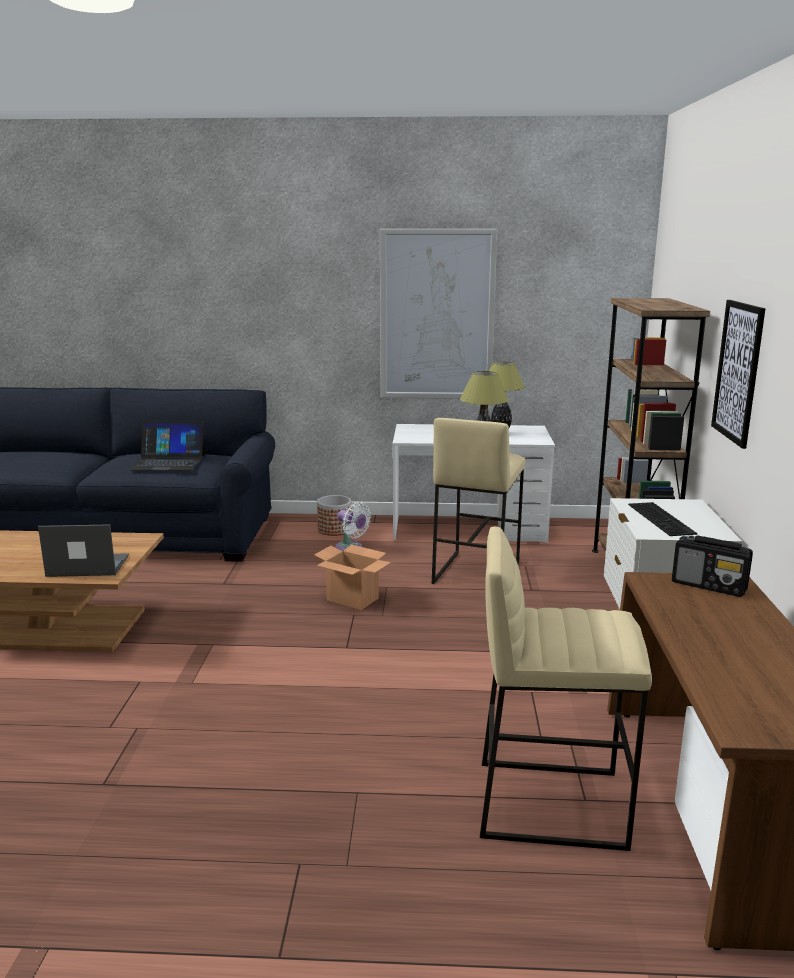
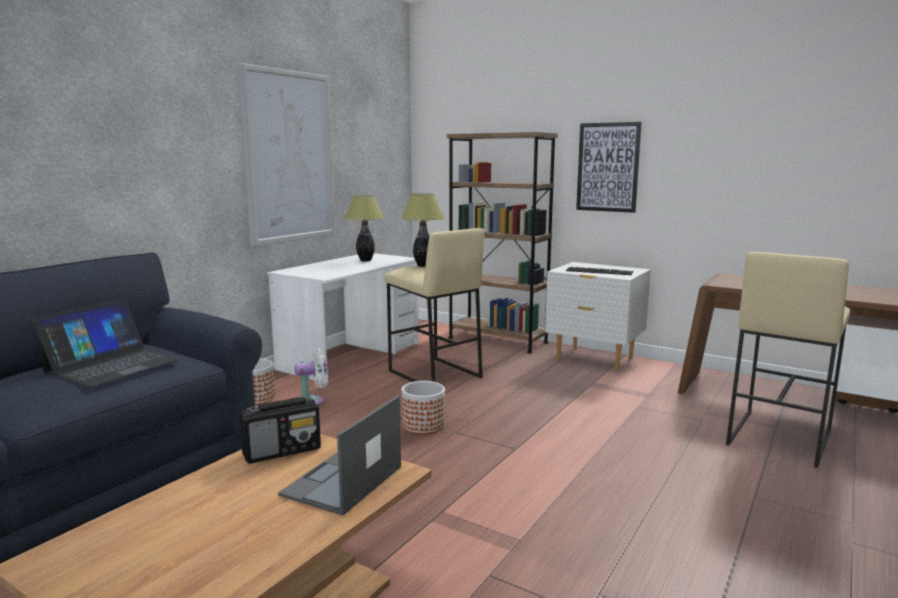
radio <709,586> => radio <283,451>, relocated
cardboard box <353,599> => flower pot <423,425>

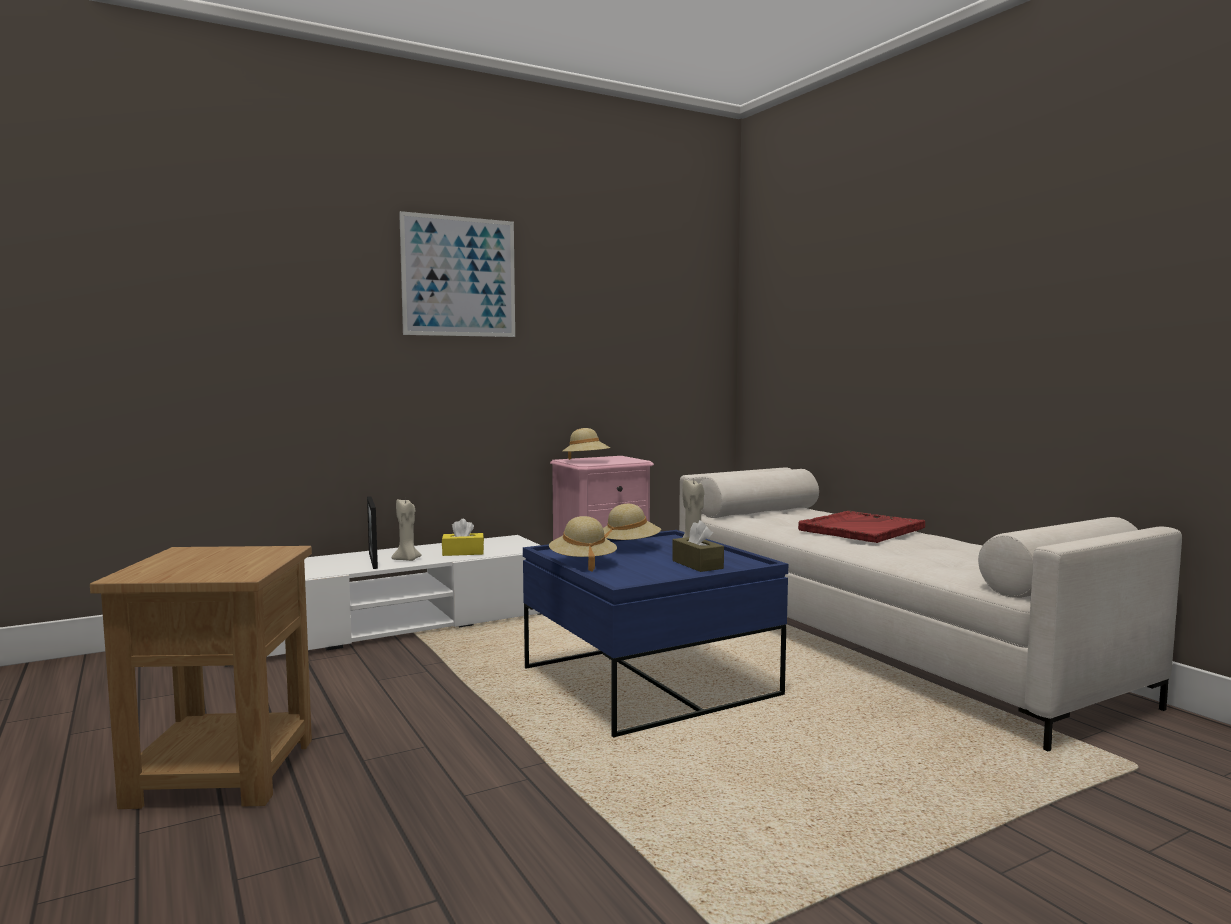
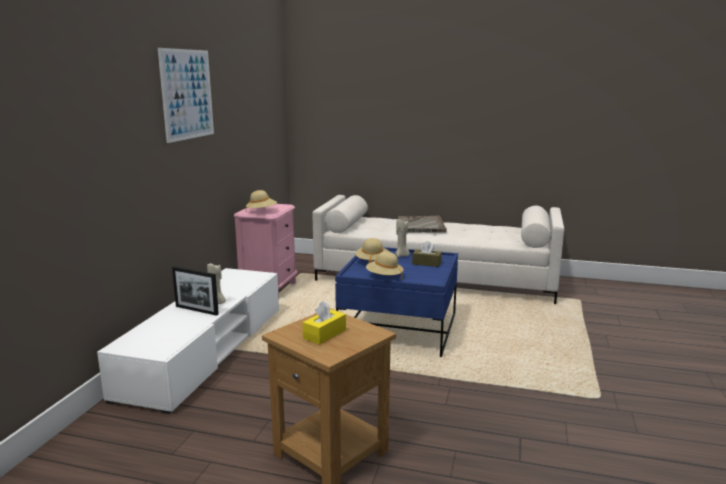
tissue holder (yellowish) <463,552> => tissue holder (yellowish) <324,334>, relocated
carrying tray (reddish) <861,529> => carrying tray (gray) <421,225>

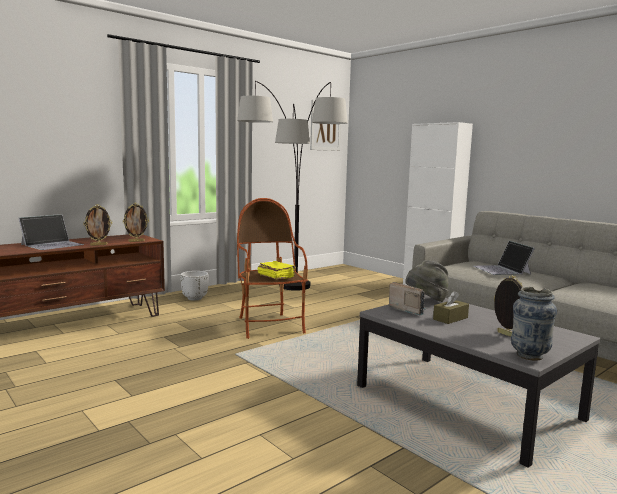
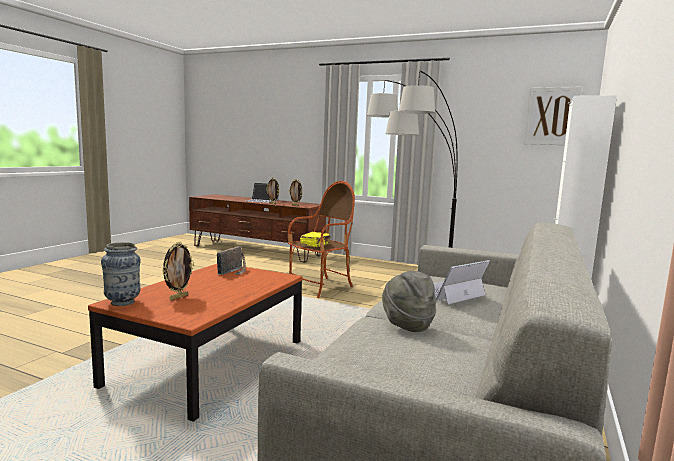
coffee table (gray) <466,402> => coffee table (brown) <209,362>
wearable hat (gray) <426,301> => wearable hat (gray) <406,324>, relocated
flower pot (white-coloured) <195,298> => nothing
tissue holder (brown) <450,318> => nothing

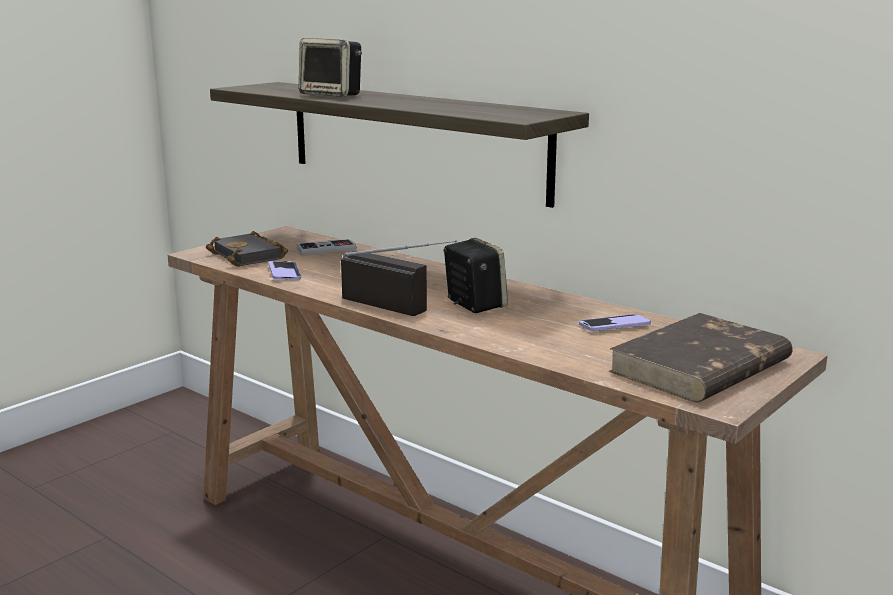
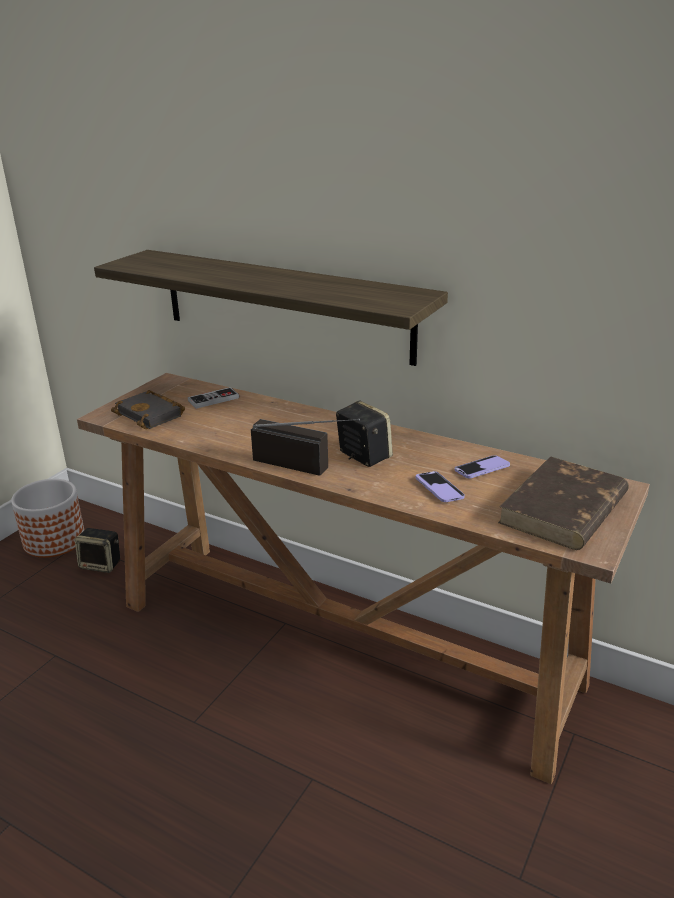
nothing => flower pot <55,540>
speaker <332,95> => speaker <102,564>, relocated
phone <284,272> => phone <439,488>, relocated

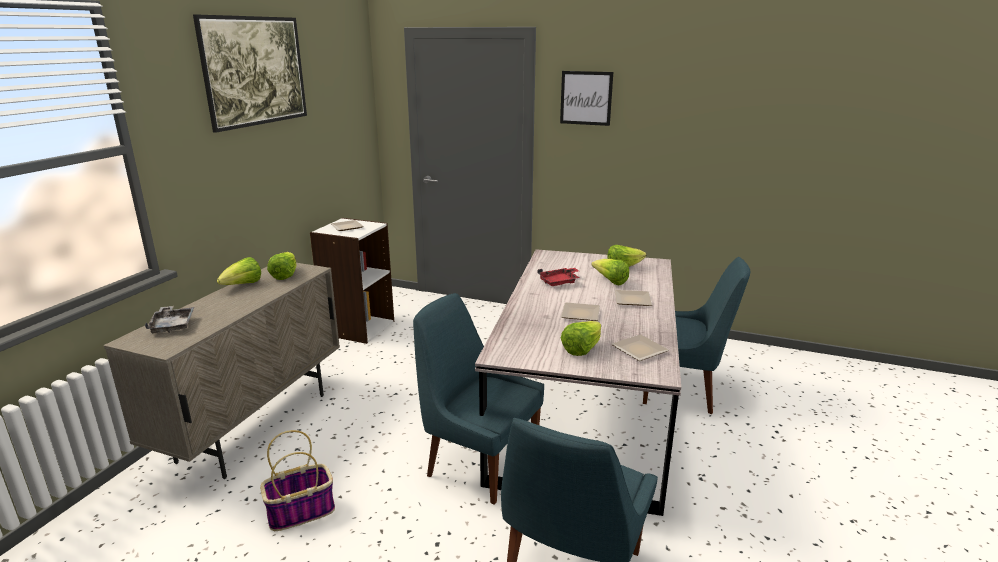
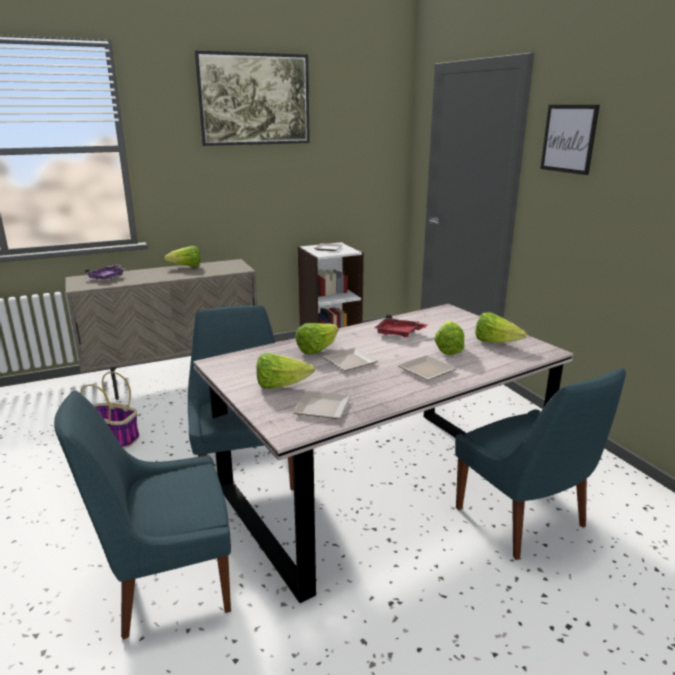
carrying tray (gray) <173,325> => carrying tray (purple-coloured) <108,277>
lettuce head <285,275> => lettuce head <317,350>, relocated

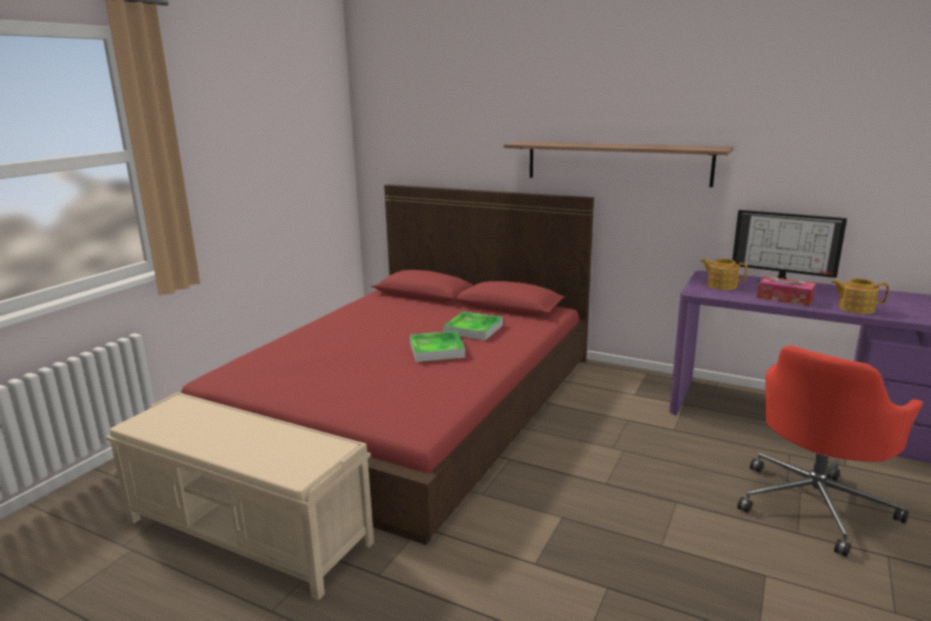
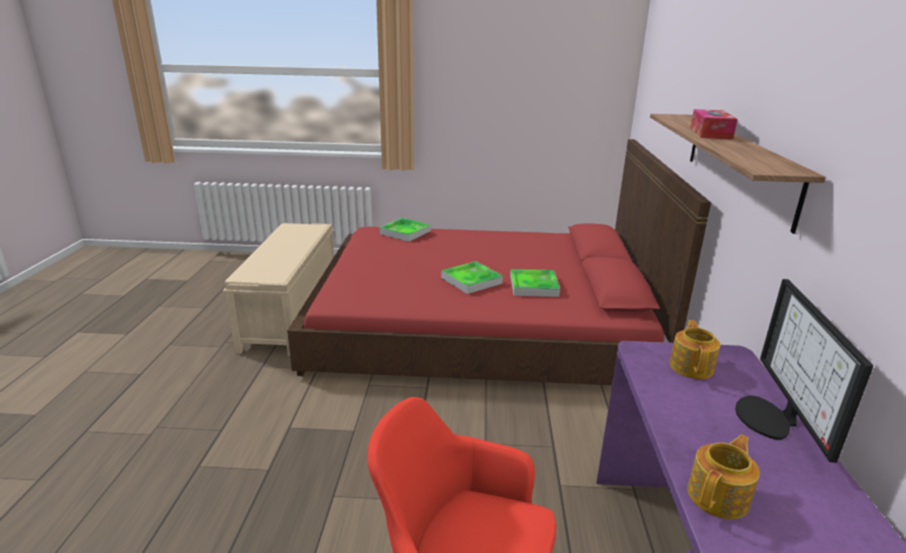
nothing => carrying tray <405,232>
tea pot <855,308> => tea pot <719,496>, 45 degrees clockwise
tissue holder <784,298> => tissue holder <710,133>, relocated

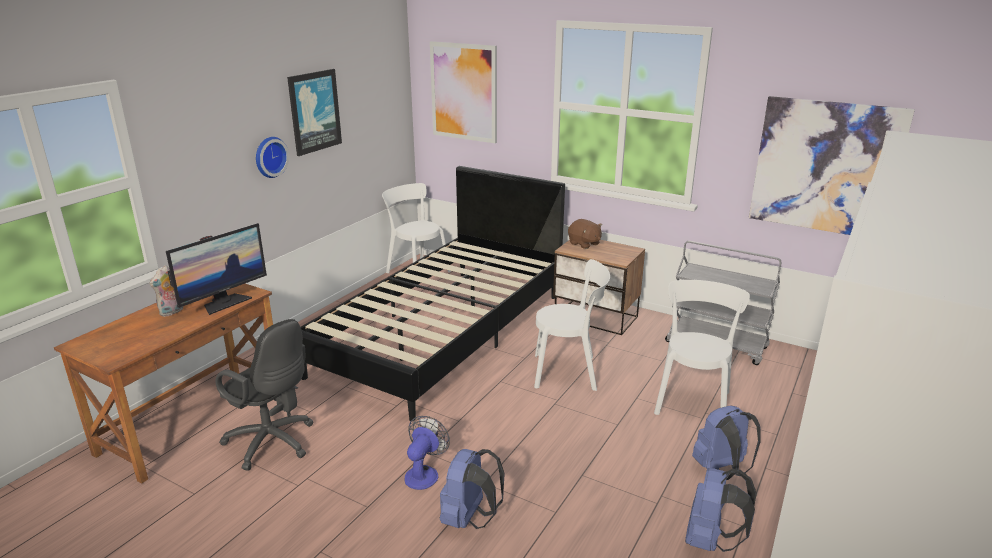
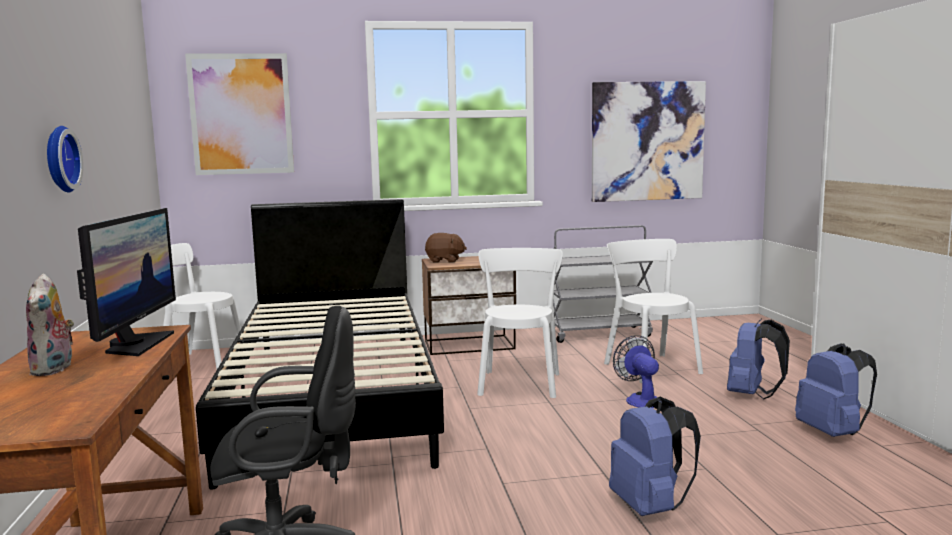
upright chair (white-coloured) <569,372> => upright chair (white-coloured) <520,382>, 45 degrees counterclockwise
cooling fan <424,473> => cooling fan <640,399>, relocated
wall picture <314,111> => nothing

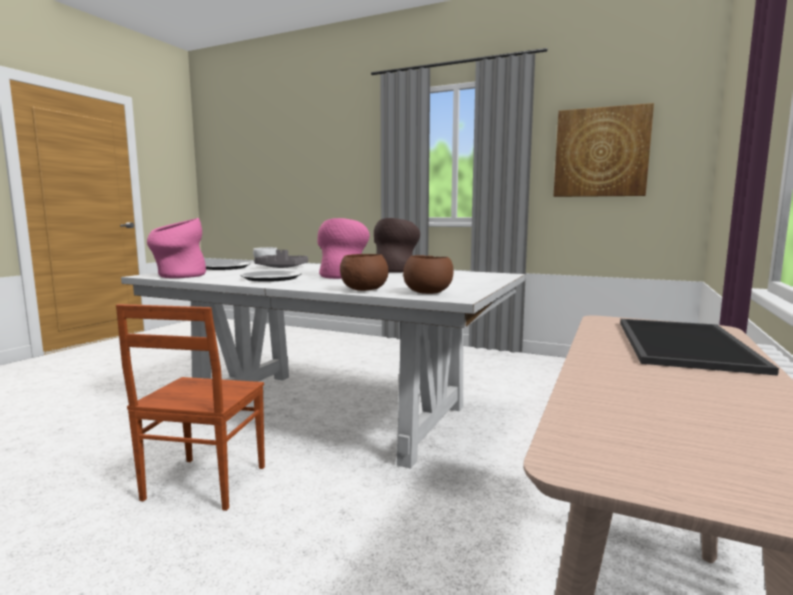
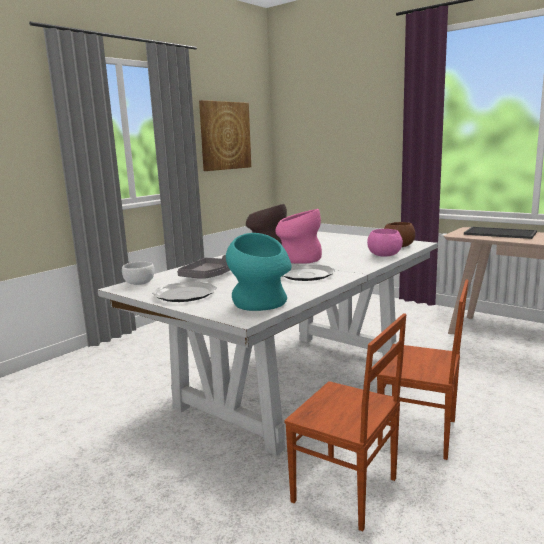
vase (pink-coloured) <177,276> => vase (blue-green) <261,305>
nothing => upright chair (brown) <346,491>
serving bowl (brown) <363,289> => serving bowl (pink-coloured) <383,255>

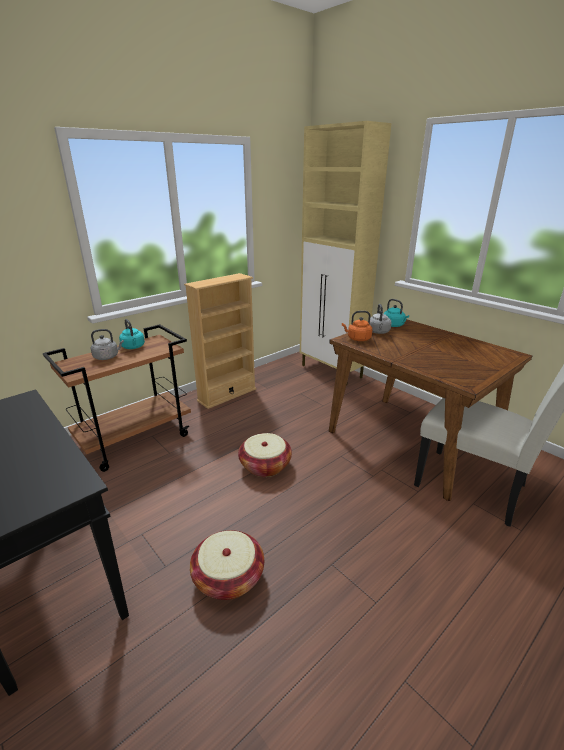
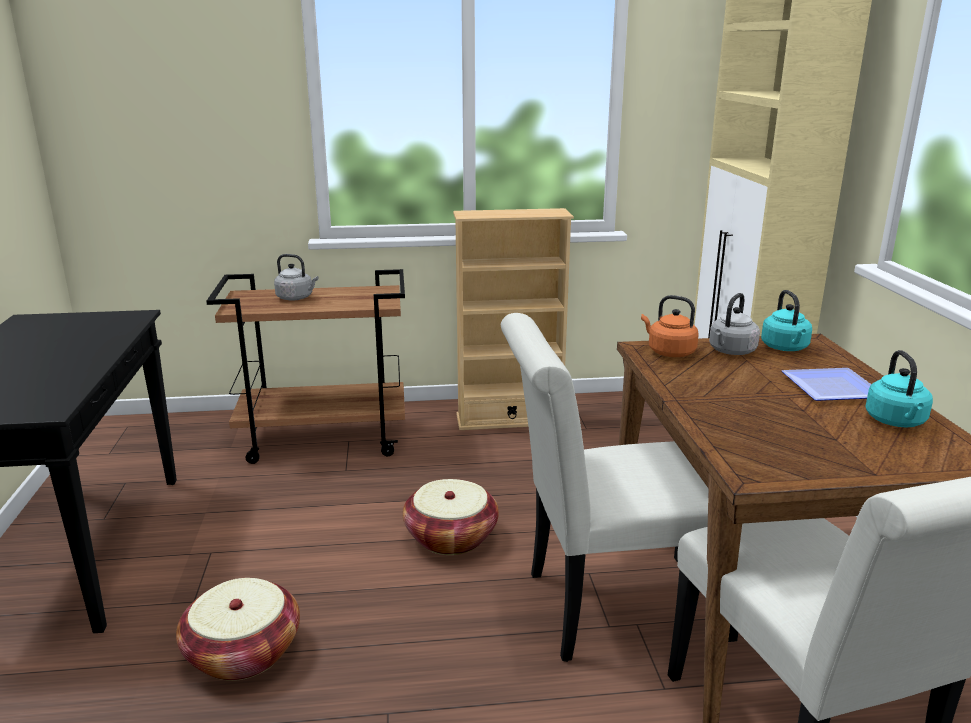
nothing => upright chair (white-coloured) <612,607>
nothing => dinner plate <827,387>
water kettle (blue-green) <133,347> => water kettle (blue-green) <896,422>, relocated

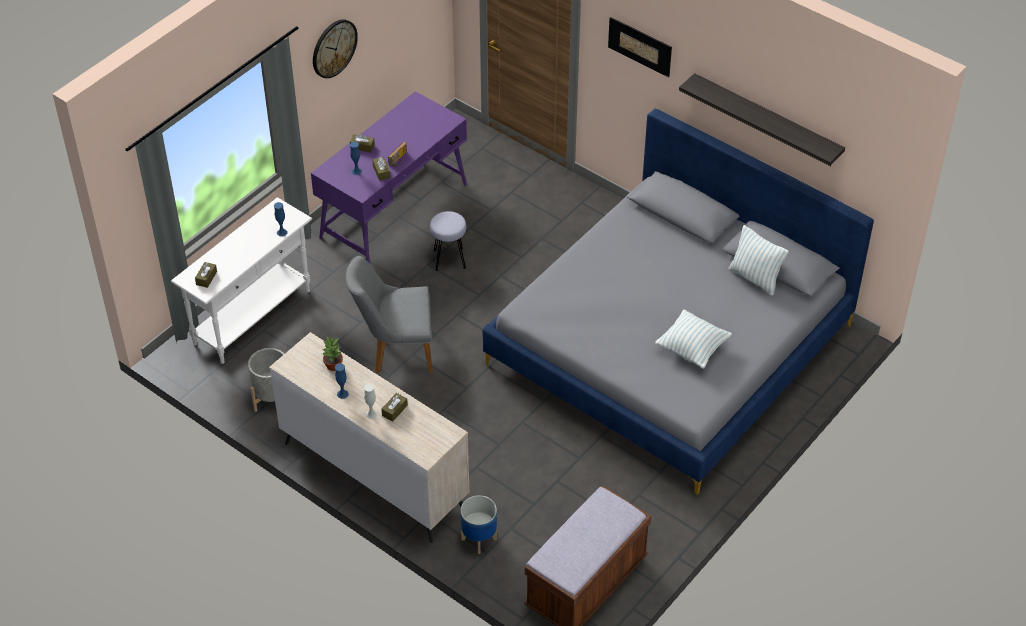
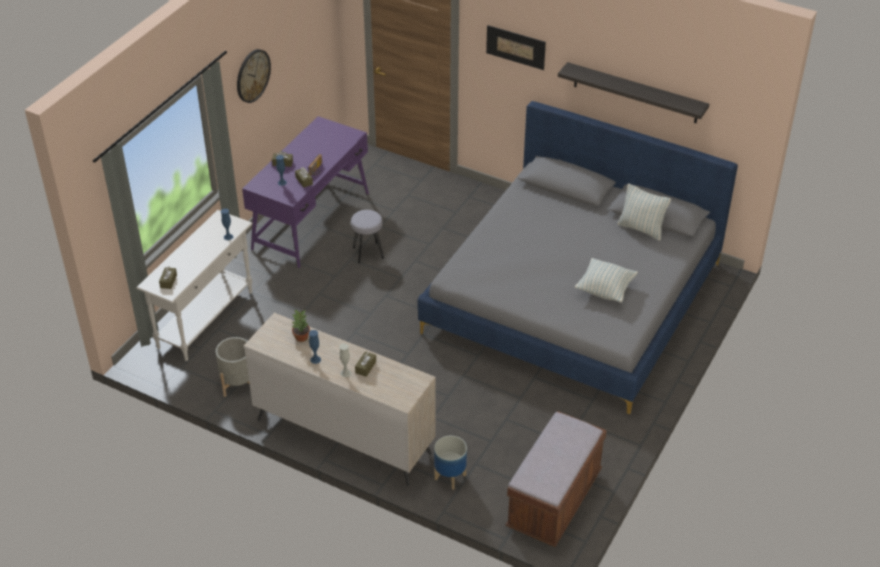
upright chair (gray) <395,350> => nothing

